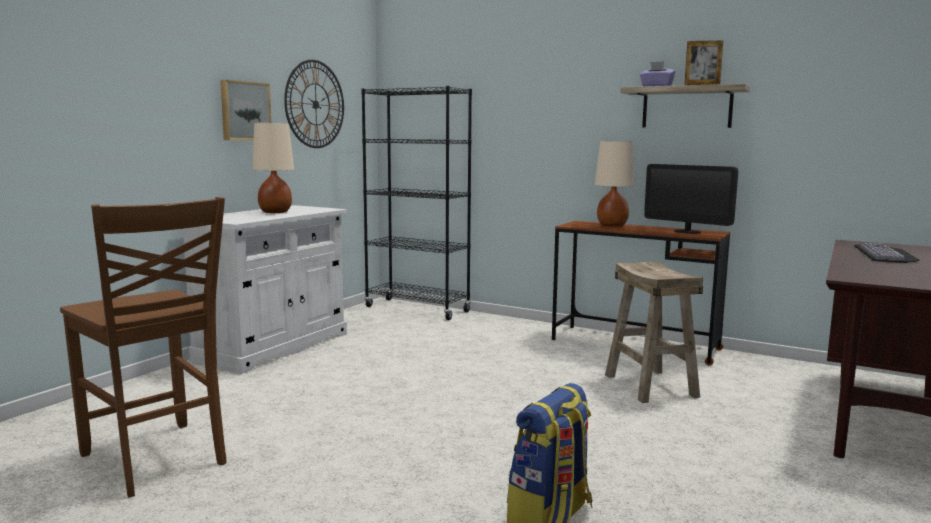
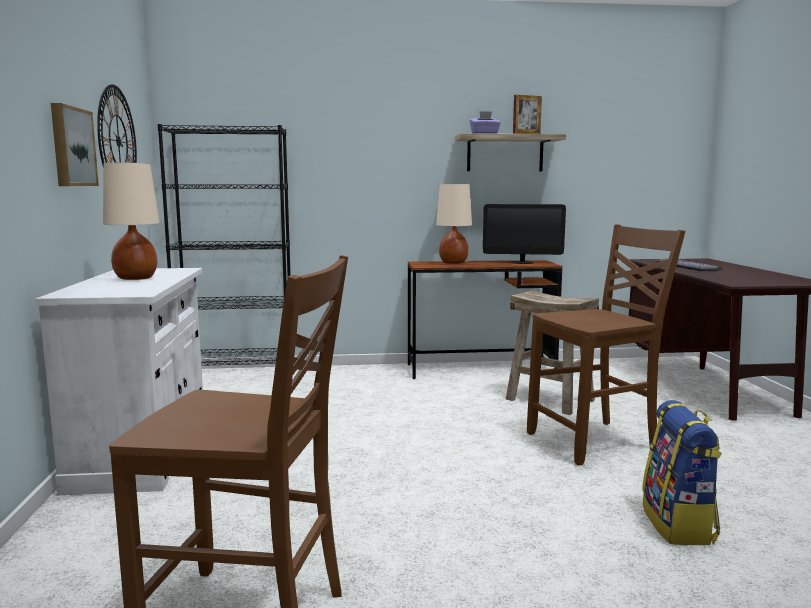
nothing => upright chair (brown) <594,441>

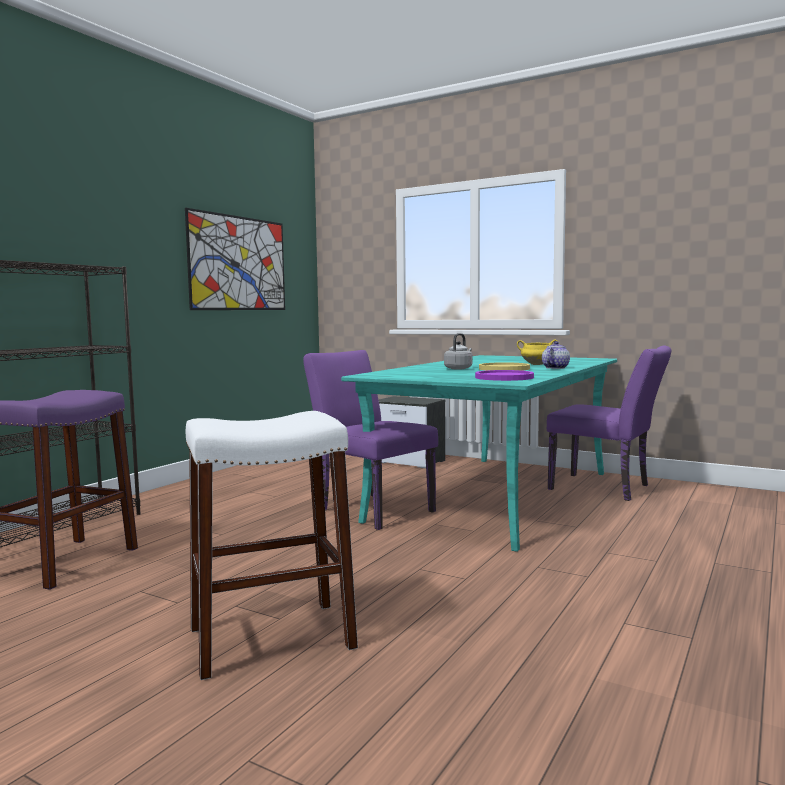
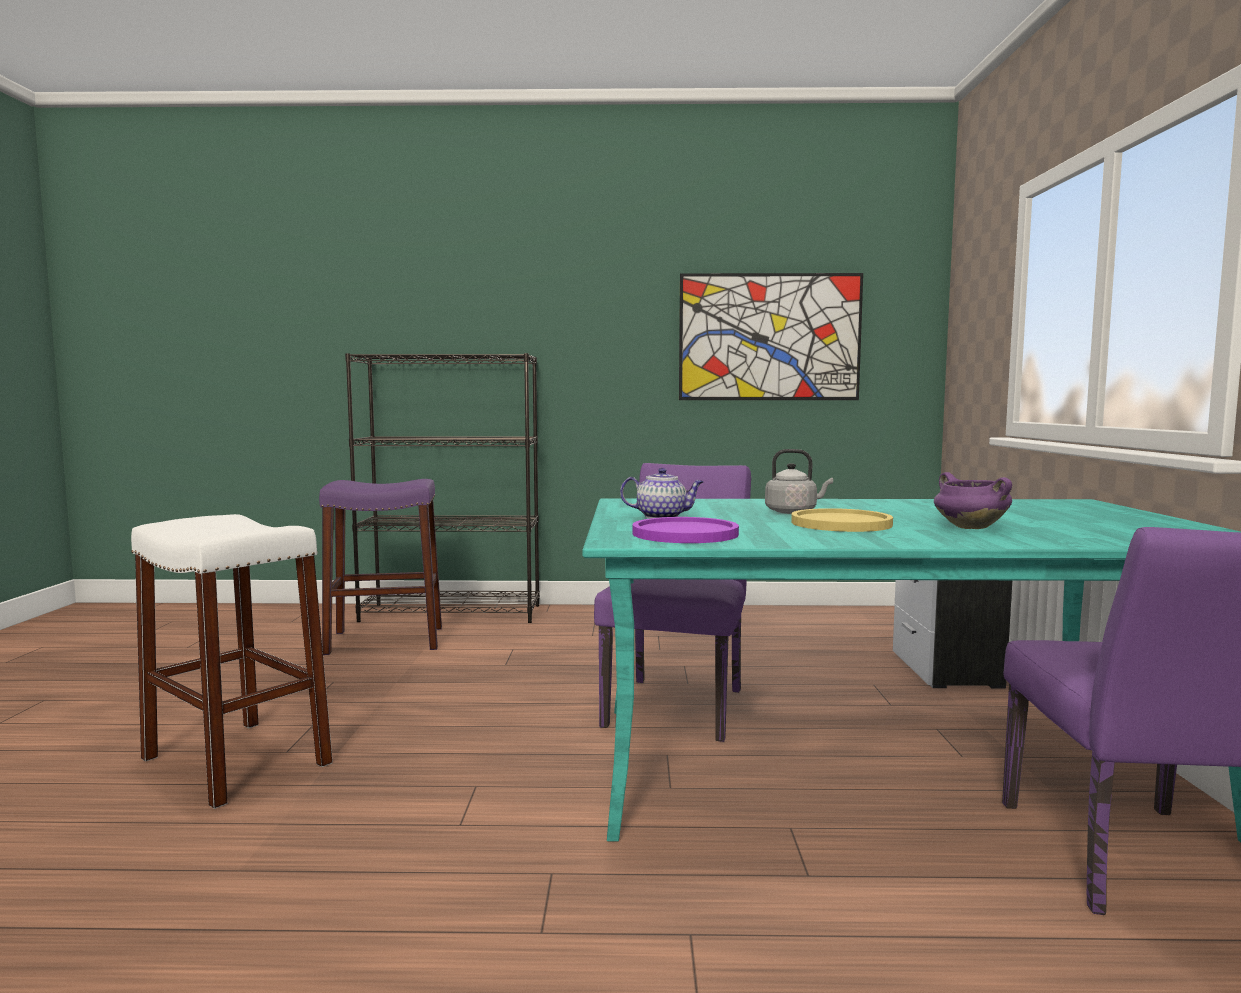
tea pot <555,368> => tea pot <662,517>, relocated
cooking pot (yellowish) <536,364> => cooking pot (purple-coloured) <969,528>

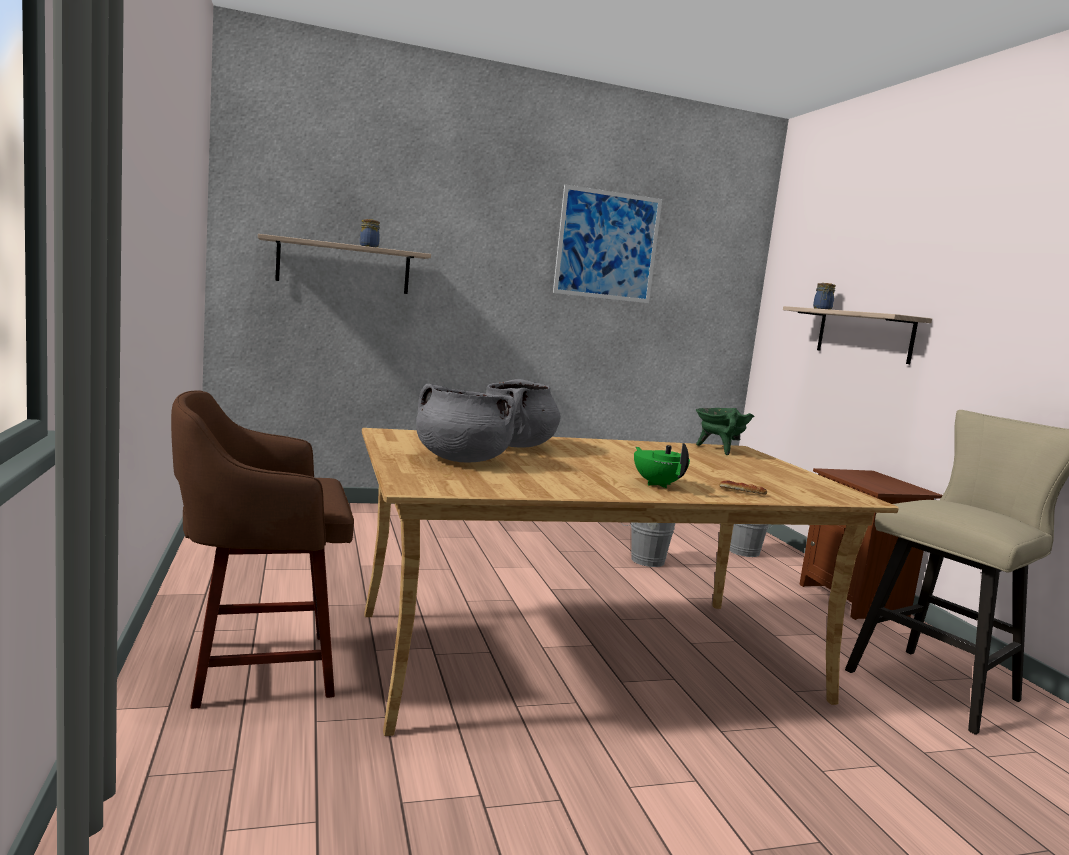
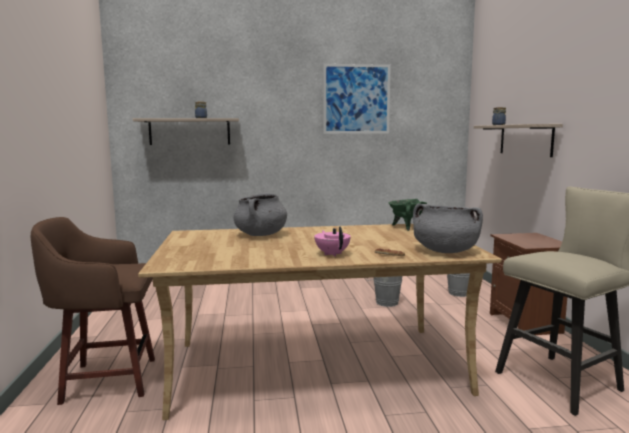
tea pot (greenish) <657,484> => tea pot (pink-coloured) <332,254>
cooking pot (gray) <461,459> => cooking pot (gray) <445,251>, relocated

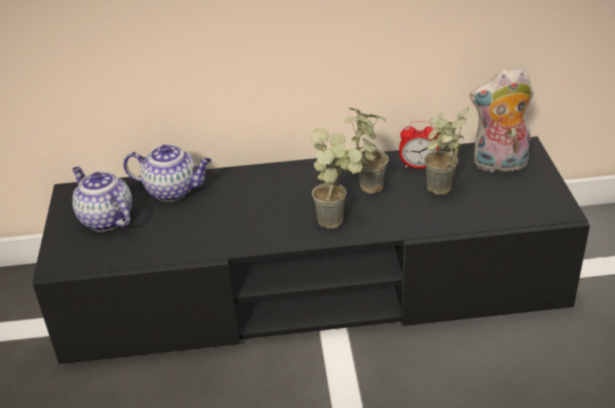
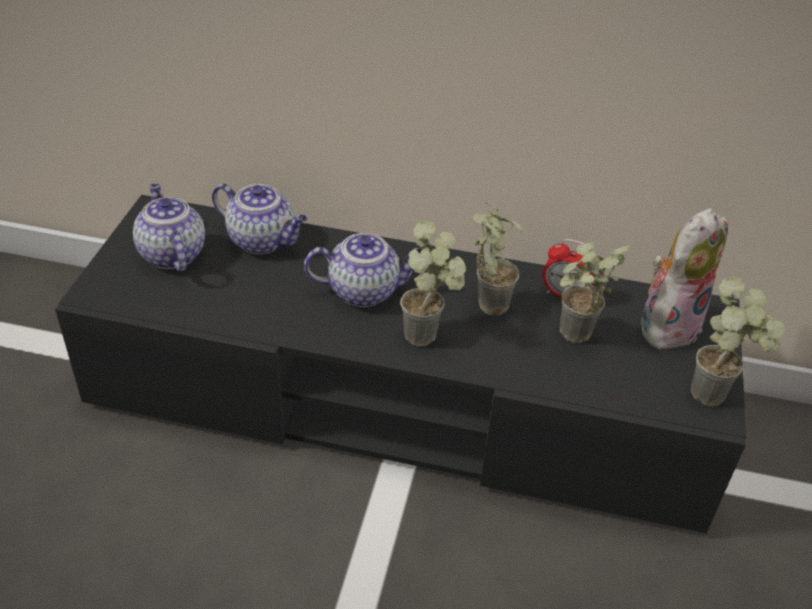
nothing => tea pot <365,291>
cuddly toy <499,165> => cuddly toy <668,324>, 120 degrees clockwise
nothing => houseplant <718,395>

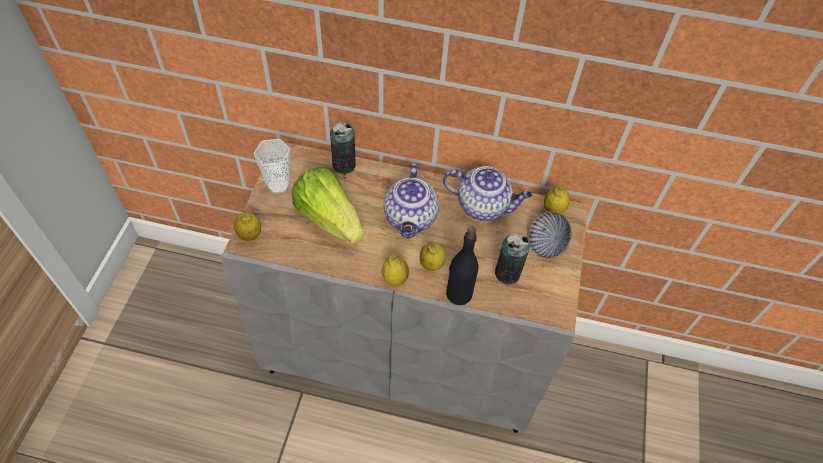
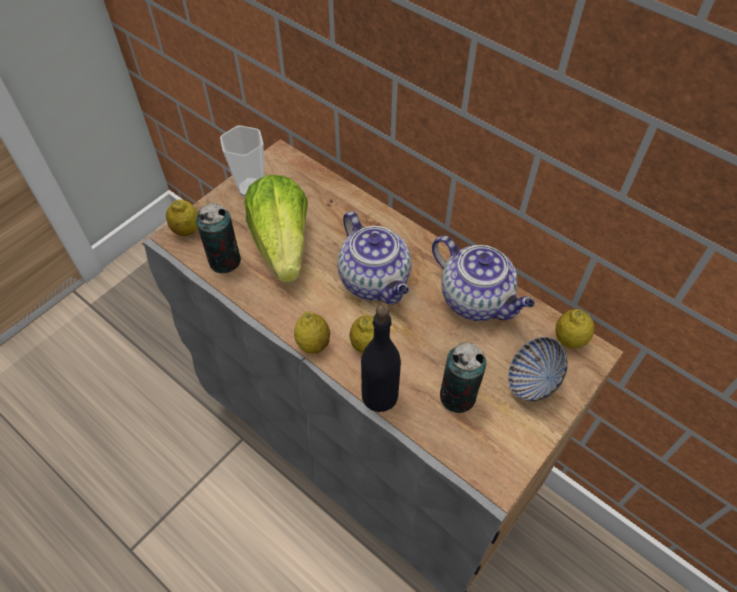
can <344,165> => can <225,261>, relocated
tea pot <411,219> => tea pot <376,281>, 60 degrees counterclockwise

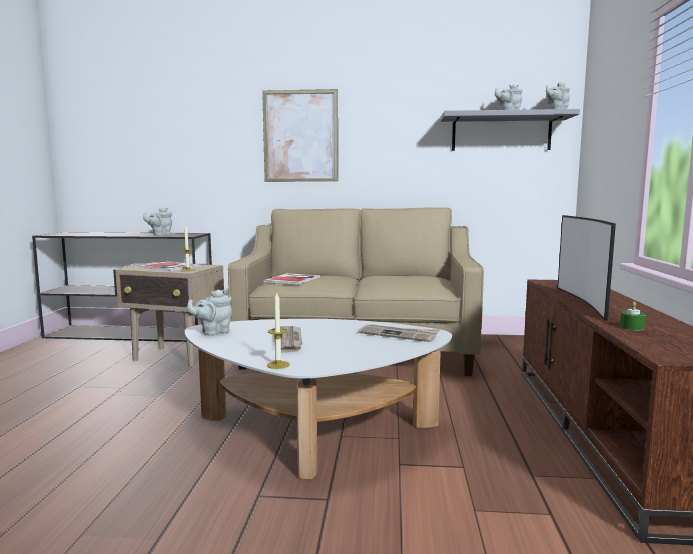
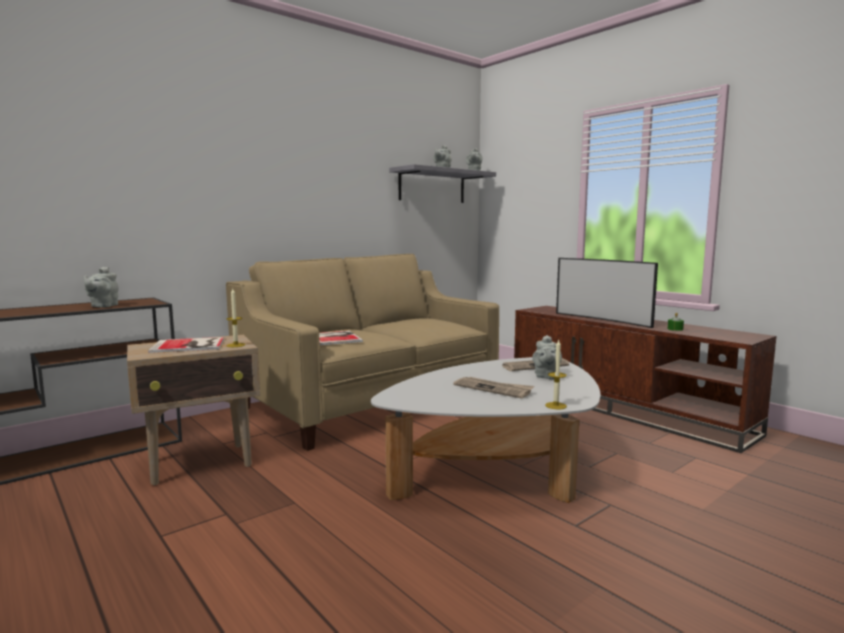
tea pot (gray) <213,332> => tea pot (gray) <545,376>, relocated
wall picture <300,136> => nothing

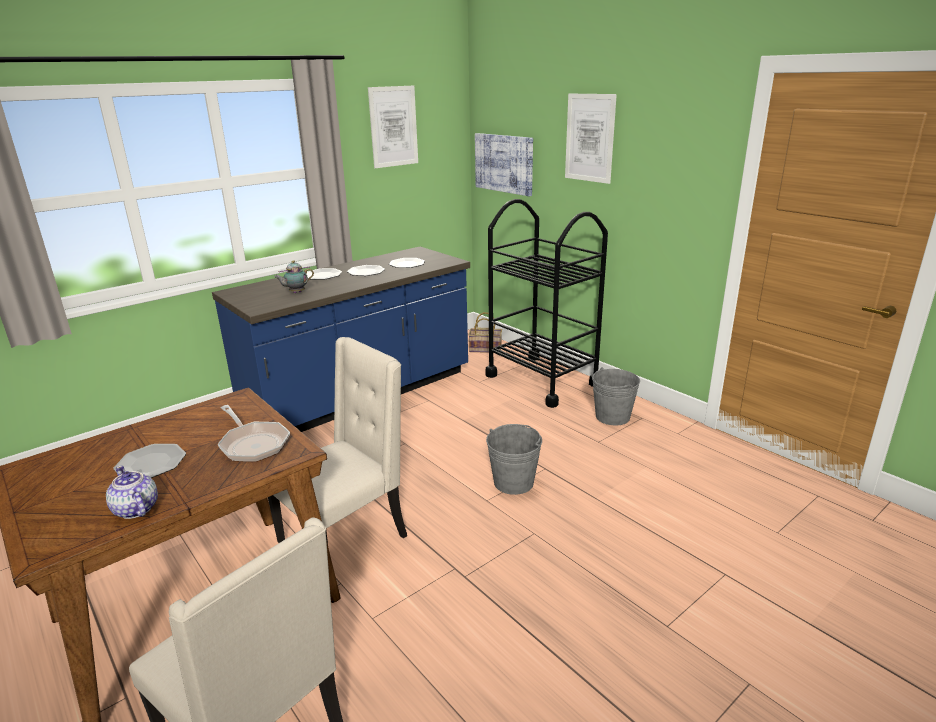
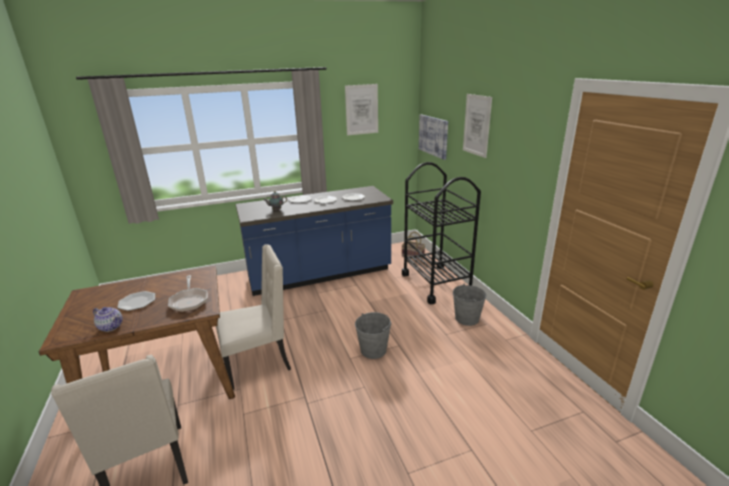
tea pot <135,509> => tea pot <111,326>, 135 degrees clockwise

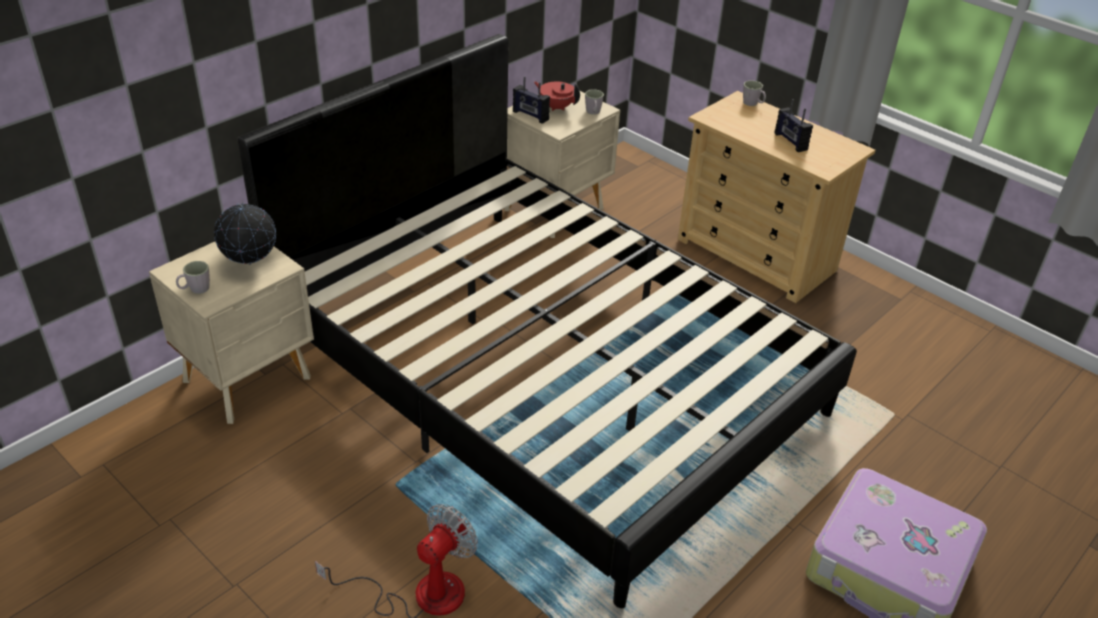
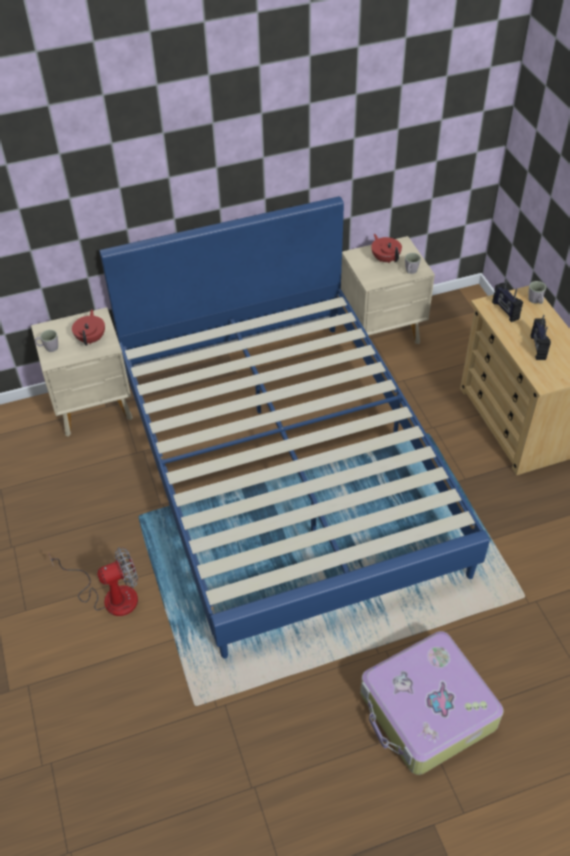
world globe <251,264> => tea pot (reddish) <91,338>
bedroom bed (black-coloured) <546,371> => bedroom bed (bluish) <286,468>
radio <530,115> => radio <505,311>, relocated

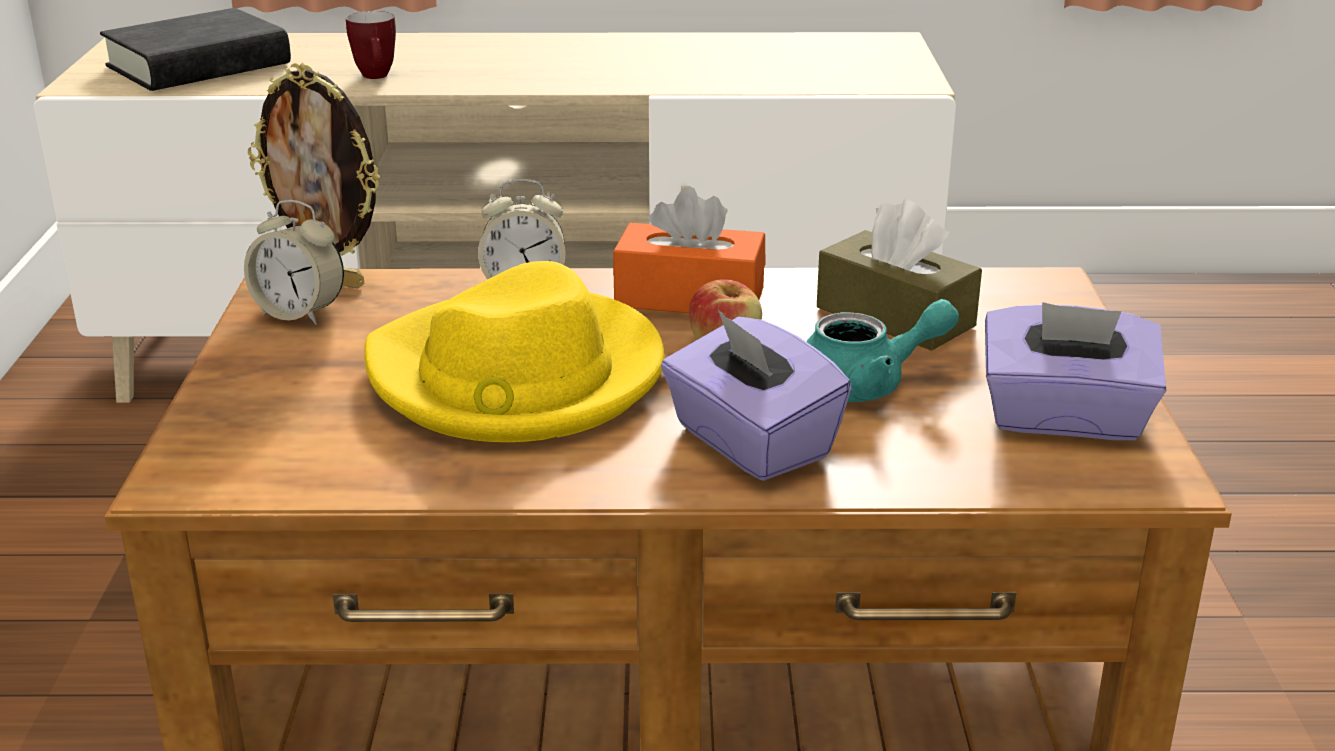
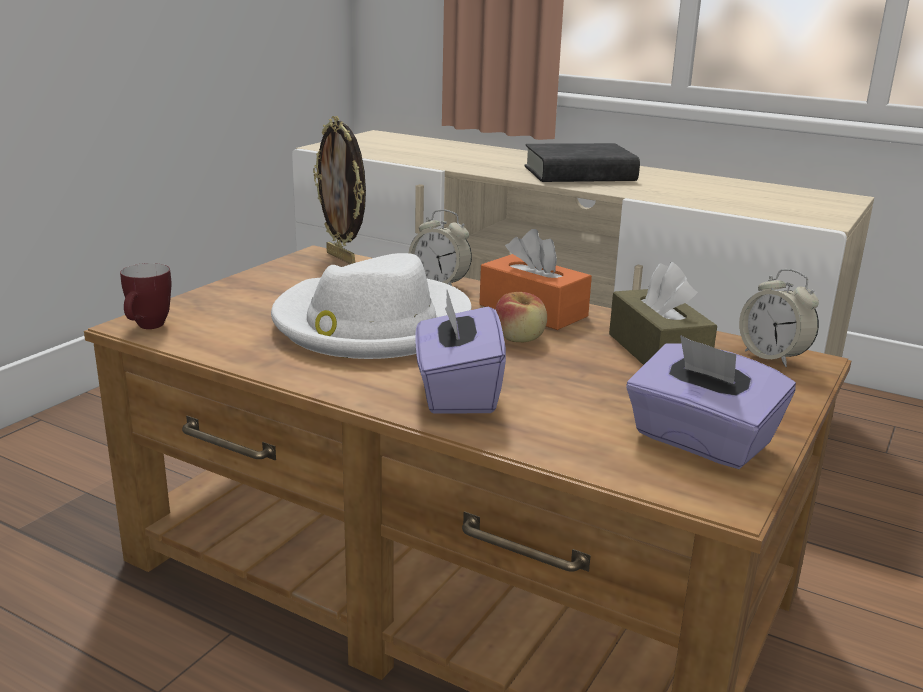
coffee mug <377,77> => coffee mug <148,327>, relocated
wearable hat (yellowish) <516,377> => wearable hat (white-coloured) <370,324>
bound book (black-coloured) <199,65> => bound book (black-coloured) <579,174>, relocated
table clock <299,313> => table clock <773,357>, relocated
tea pot (blue-green) <866,385> => nothing

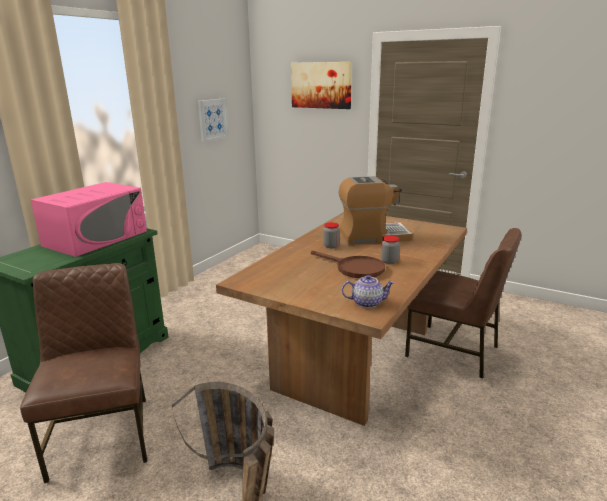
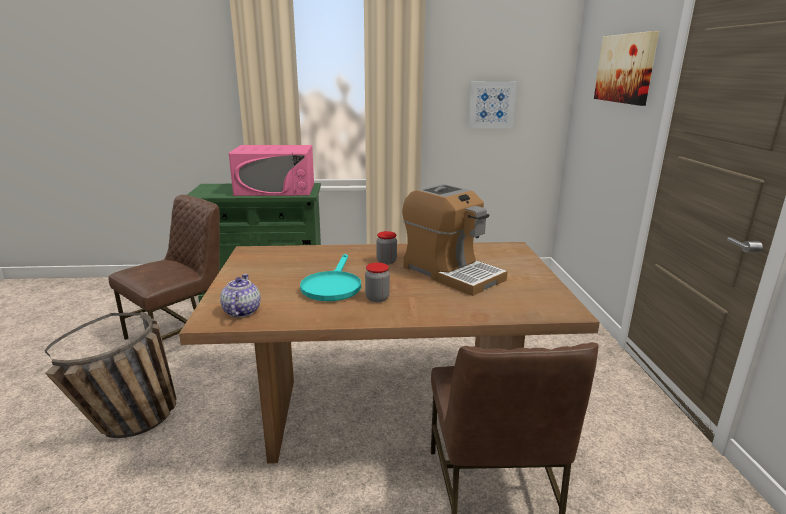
tea pot <366,303> => tea pot <241,312>, 150 degrees counterclockwise
skillet (brown) <354,268> => skillet (blue-green) <332,286>

